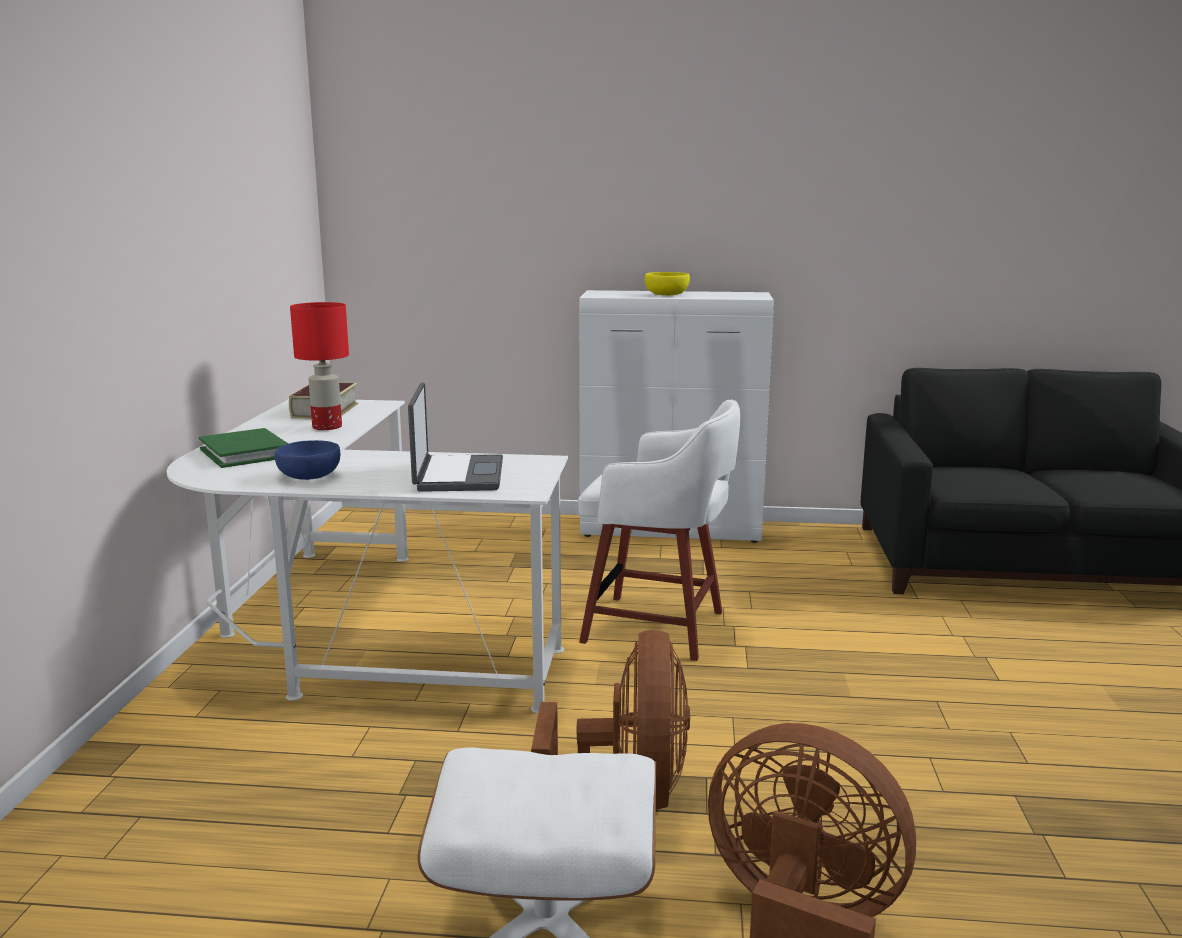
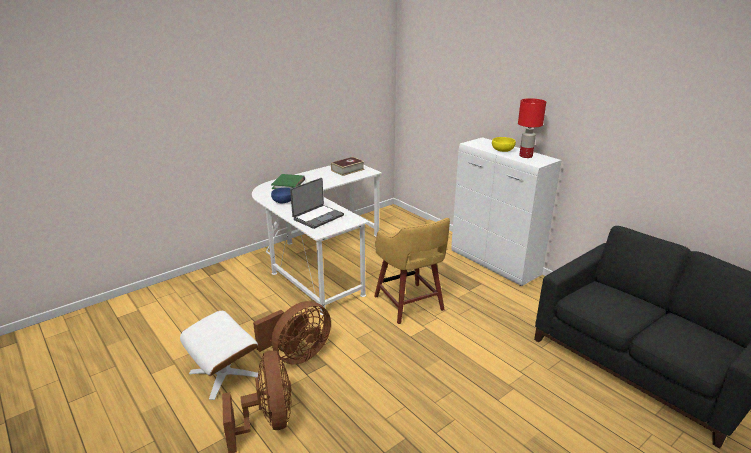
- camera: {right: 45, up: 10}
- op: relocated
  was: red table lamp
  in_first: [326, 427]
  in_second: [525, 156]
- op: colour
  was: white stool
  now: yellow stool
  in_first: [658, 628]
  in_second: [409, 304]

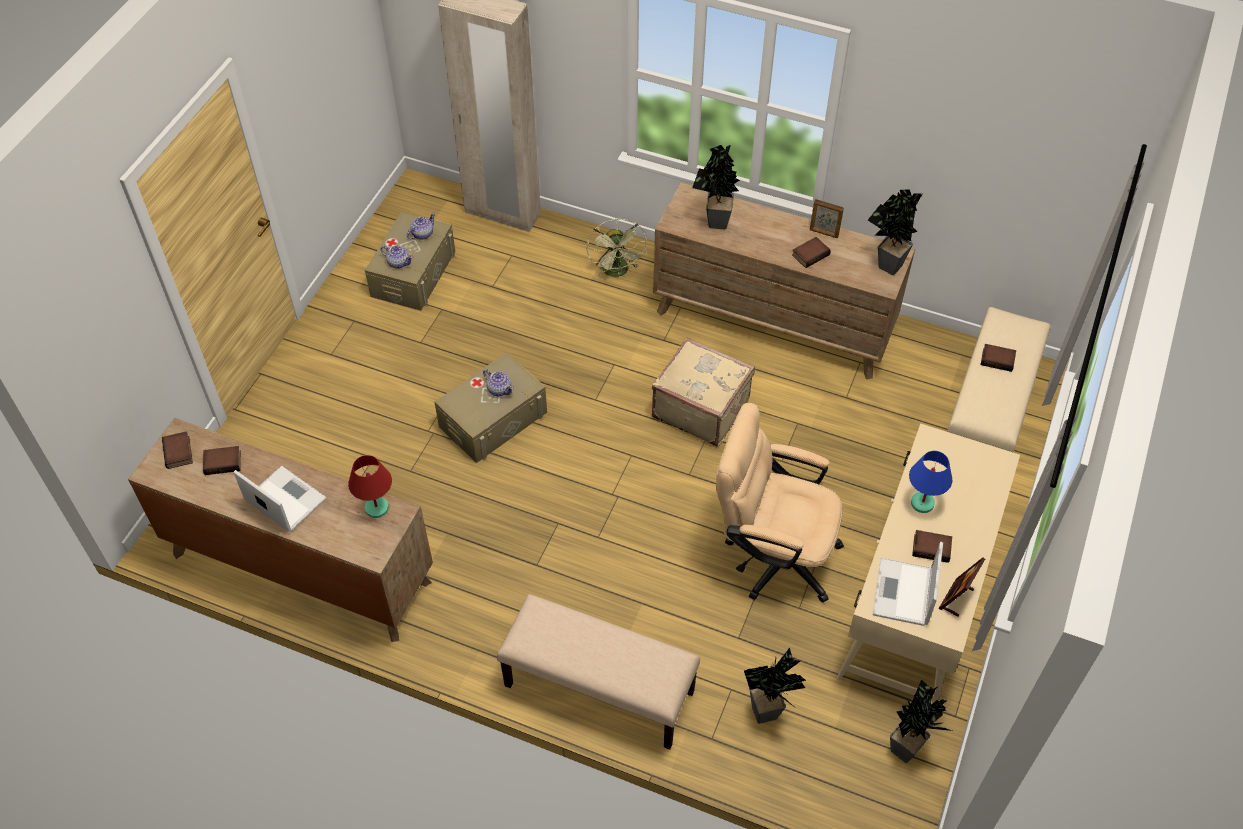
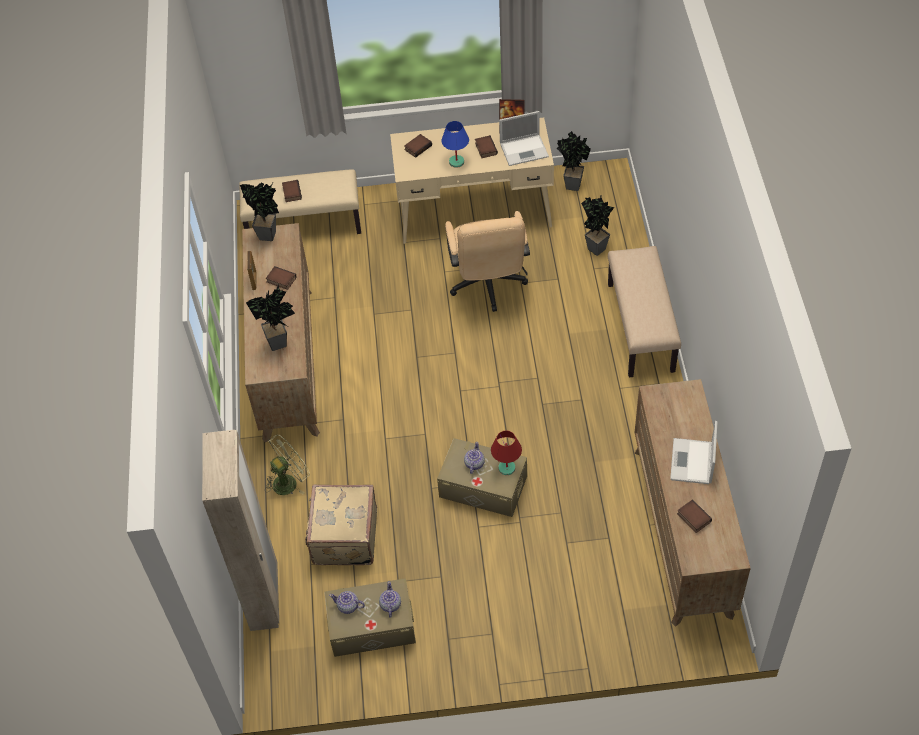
- camera: {right: -115, up: 0}
- op: relocated
  was: book
  in_first: [179, 452]
  in_second: [418, 147]
- op: relocated
  was: red table lamp
  in_first: [377, 507]
  in_second: [506, 468]
- op: relocated
  was: beige suitcase
  in_first: [701, 408]
  in_second: [343, 537]

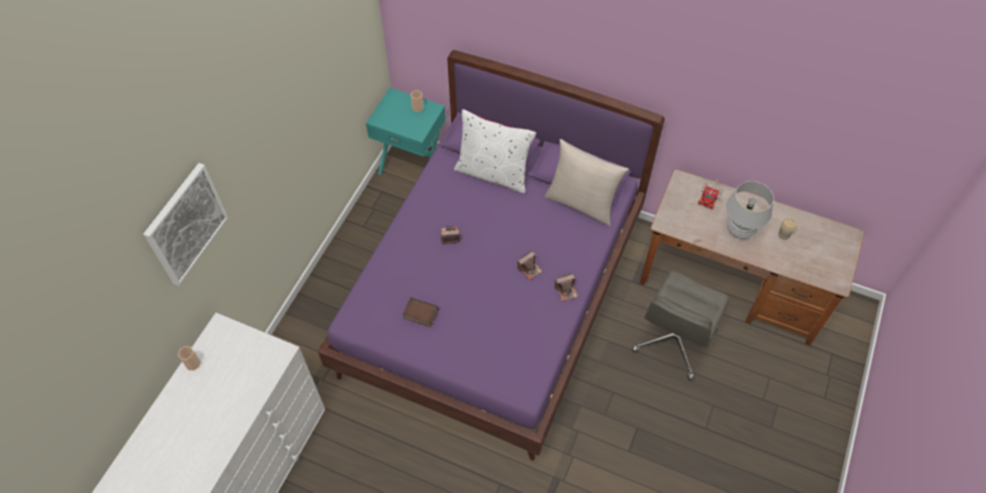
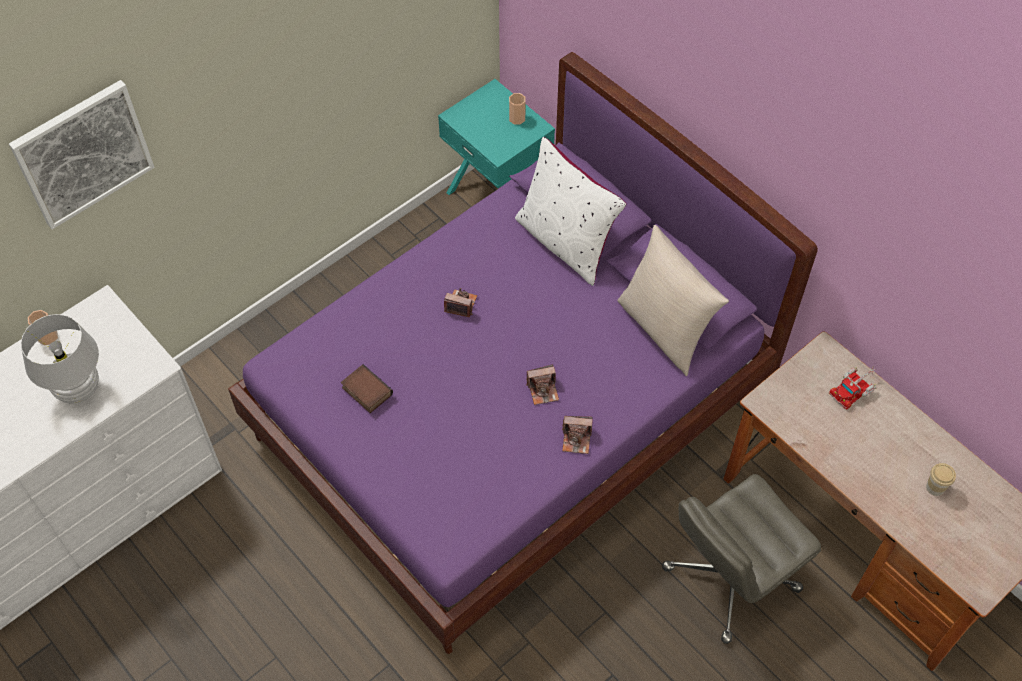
- camera: {right: 25, up: 0}
- op: relocated
  was: white table lamp
  in_first: [739, 230]
  in_second: [78, 389]

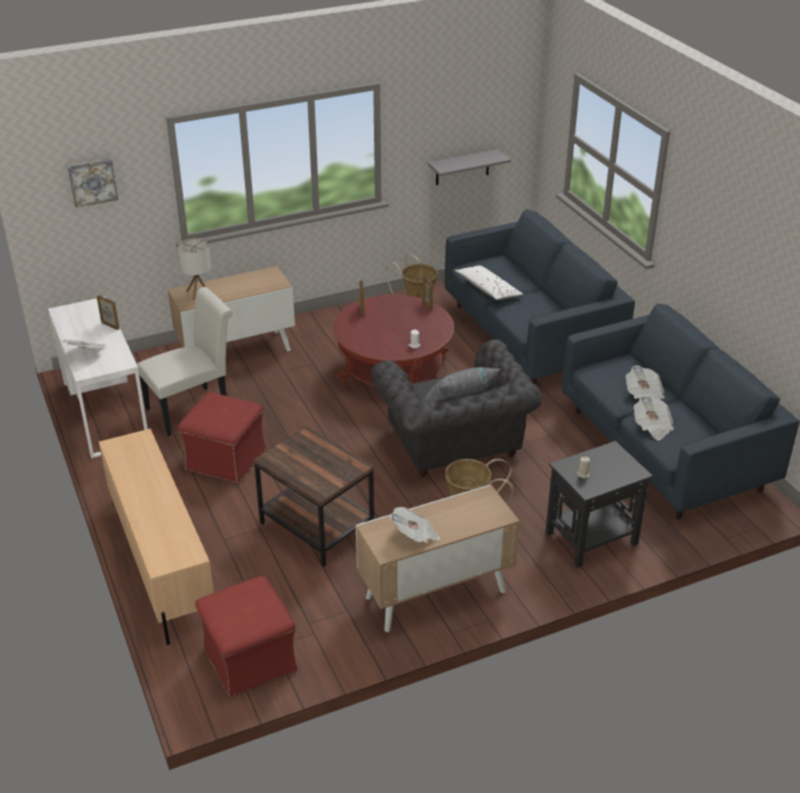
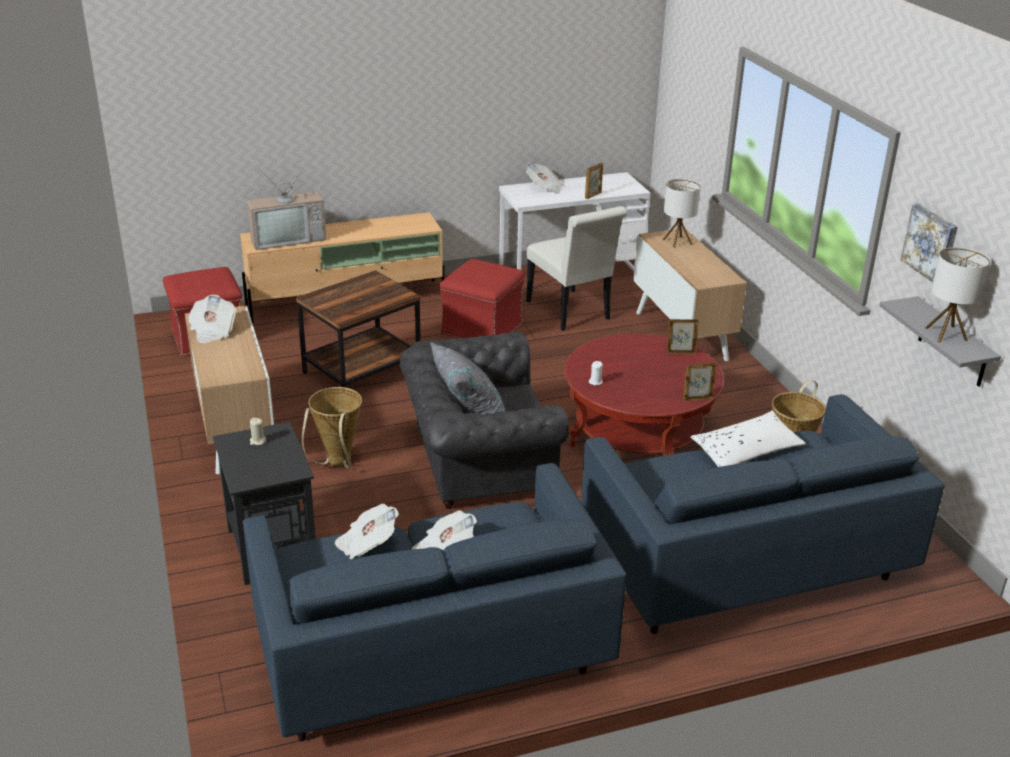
- camera: {right: 95, up: -5}
- op: relocated
  was: picture
  in_first: [92, 181]
  in_second: [931, 243]
- op: appeared
  now: television
  in_second: [288, 238]
- op: appeared
  now: table lamp
  in_second: [946, 334]

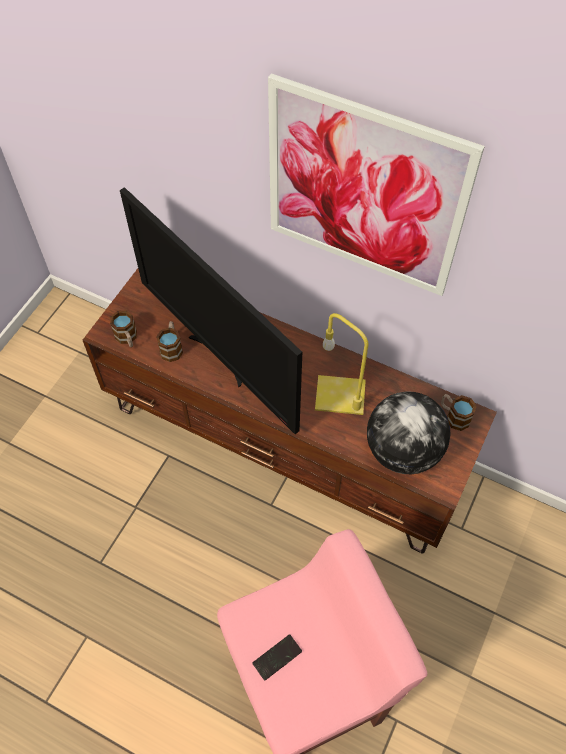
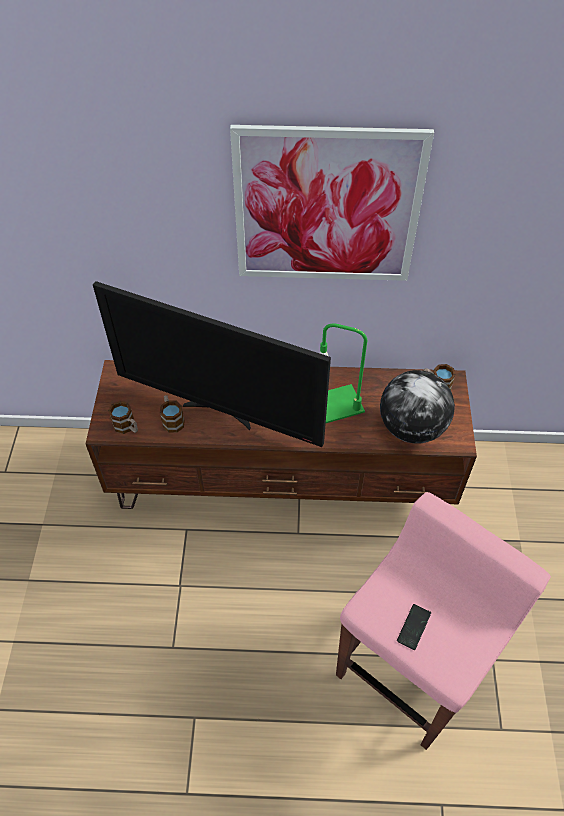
- camera: {right: -25, up: -5}
- op: colour
  was: yellow table lamp
  now: green table lamp
  in_first: [341, 395]
  in_second: [338, 403]

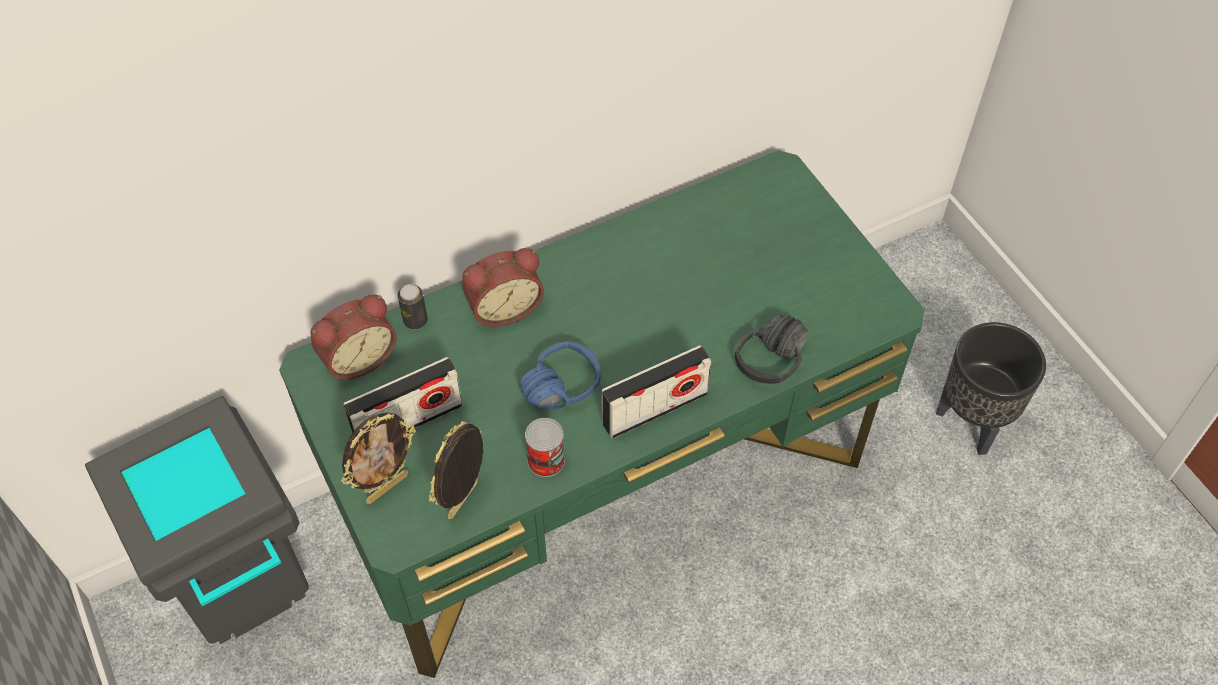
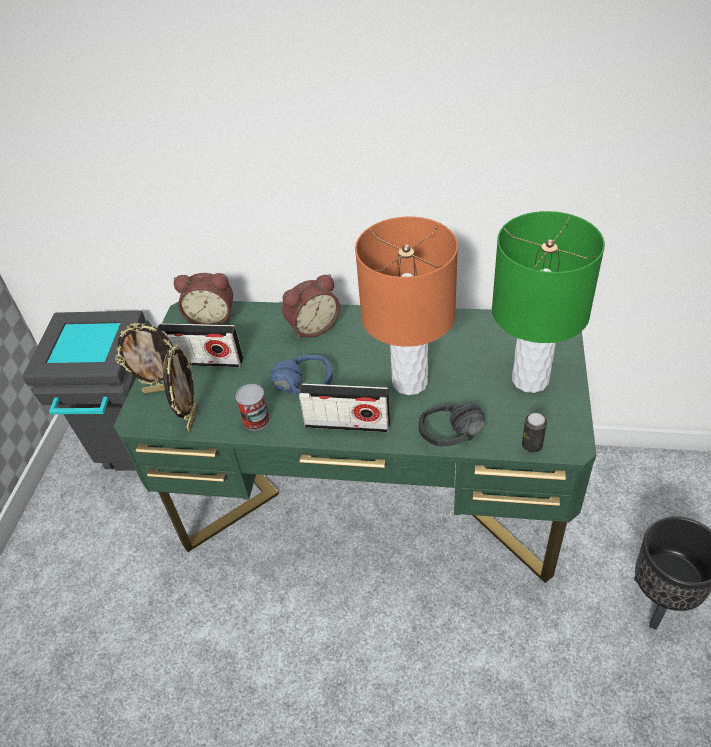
- camera: {right: 40, up: -10}
- op: relocated
  was: can
  in_first: [415, 320]
  in_second: [532, 445]
- op: spun
  was: picture frame
  in_first: [465, 501]
  in_second: [191, 418]
  clockwise: 120
- op: spun
  was: alarm clock
  in_first: [503, 307]
  in_second: [312, 326]
  clockwise: -45
- op: appeared
  now: orange table lamp
  in_second: [410, 382]
- op: appeared
  now: green table lamp
  in_second: [530, 379]

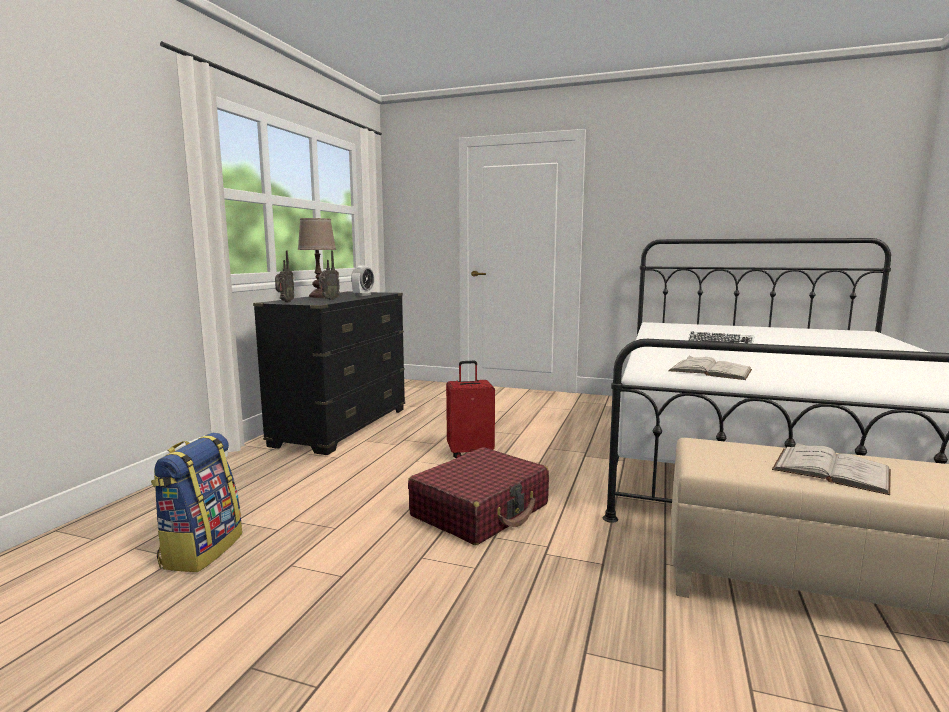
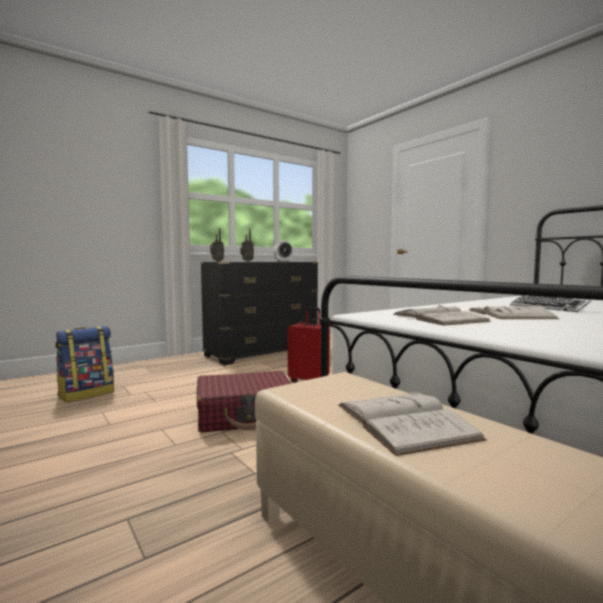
- camera: {right: 35, up: -5}
- op: missing
  was: brown table lamp
  in_first: [319, 296]
- op: appeared
  now: white book
  in_second: [509, 314]

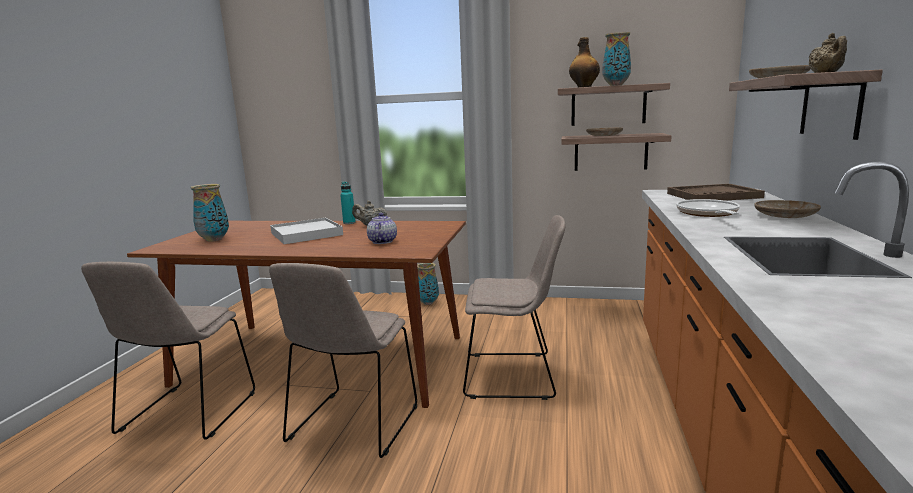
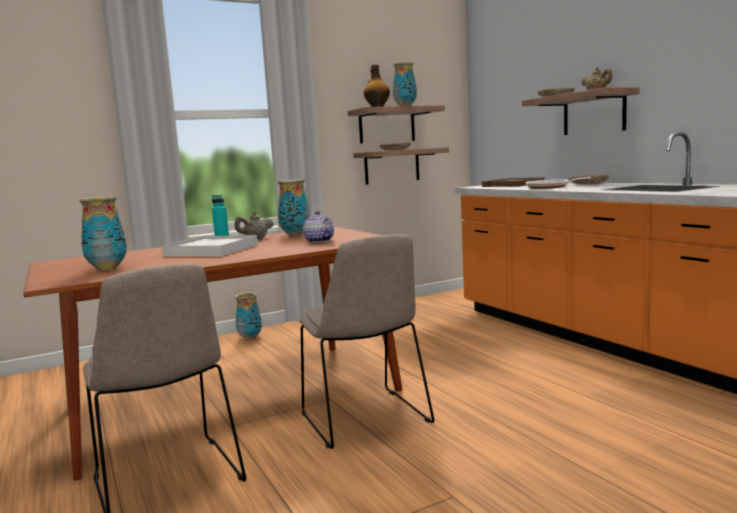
- camera: {right: -40, up: -5}
- op: missing
  was: beige chair
  in_first: [513, 375]
- op: appeared
  now: vase
  in_second: [295, 235]

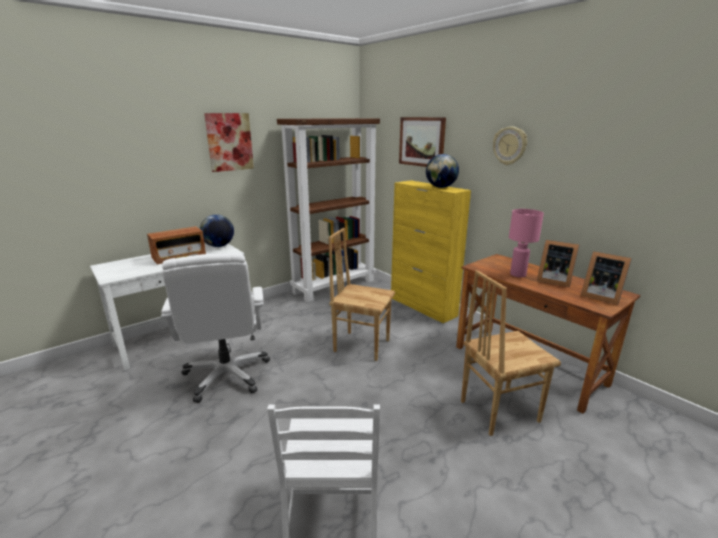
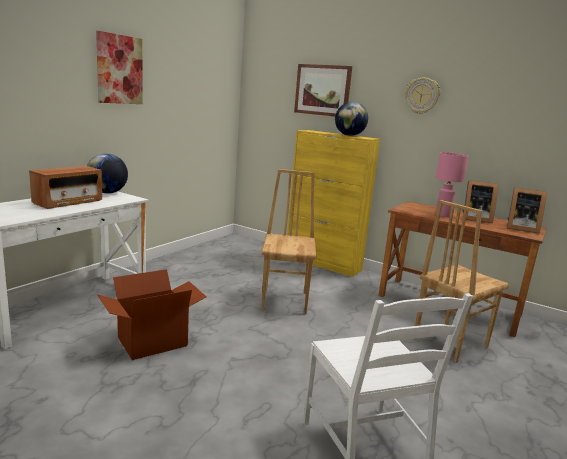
- camera: {right: -20, up: -5}
- op: exchanged
  was: white office chair
  now: cardboard box
  in_first: [227, 375]
  in_second: [152, 341]
- op: missing
  was: brown bookcase
  in_first: [334, 286]
- op: spun
  was: brown chair
  in_first: [361, 345]
  in_second: [285, 300]
  clockwise: 90

